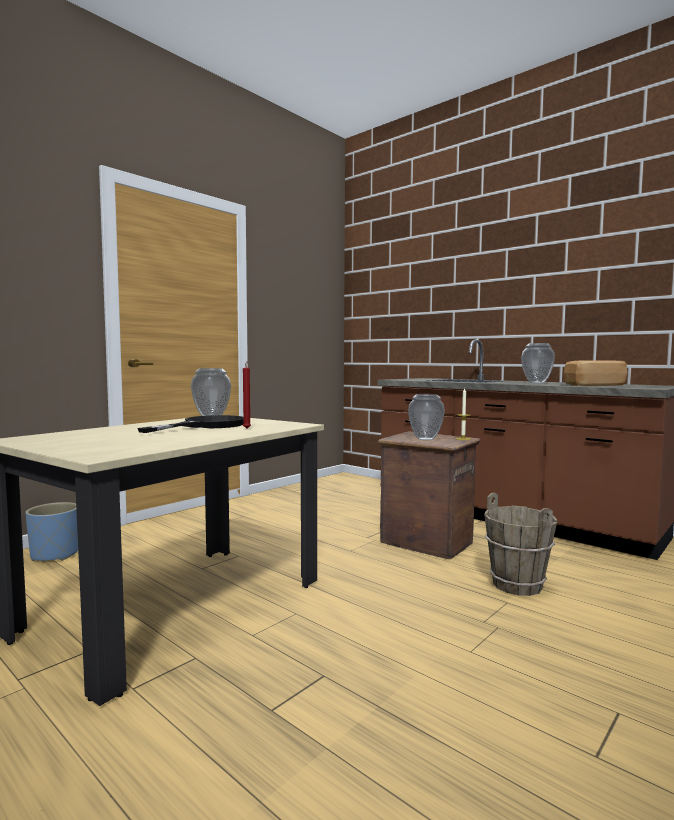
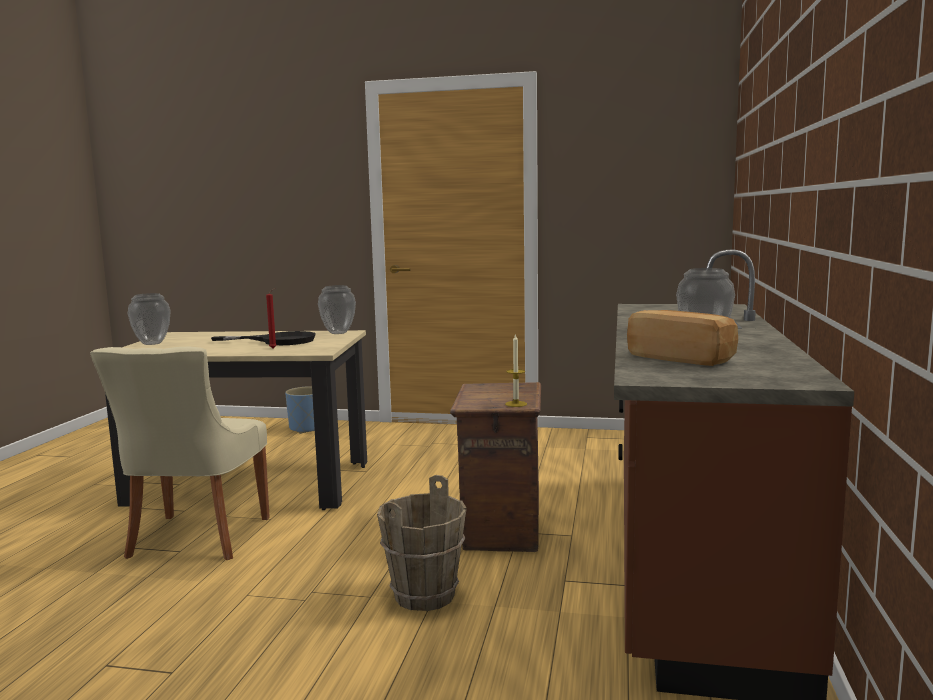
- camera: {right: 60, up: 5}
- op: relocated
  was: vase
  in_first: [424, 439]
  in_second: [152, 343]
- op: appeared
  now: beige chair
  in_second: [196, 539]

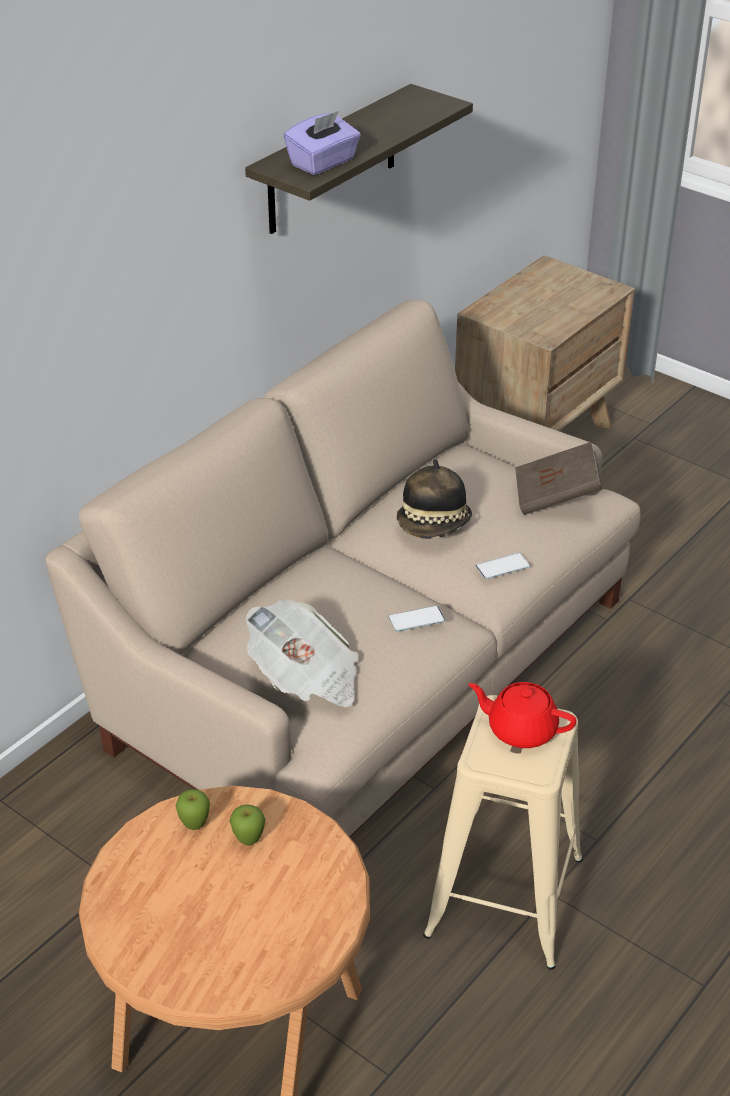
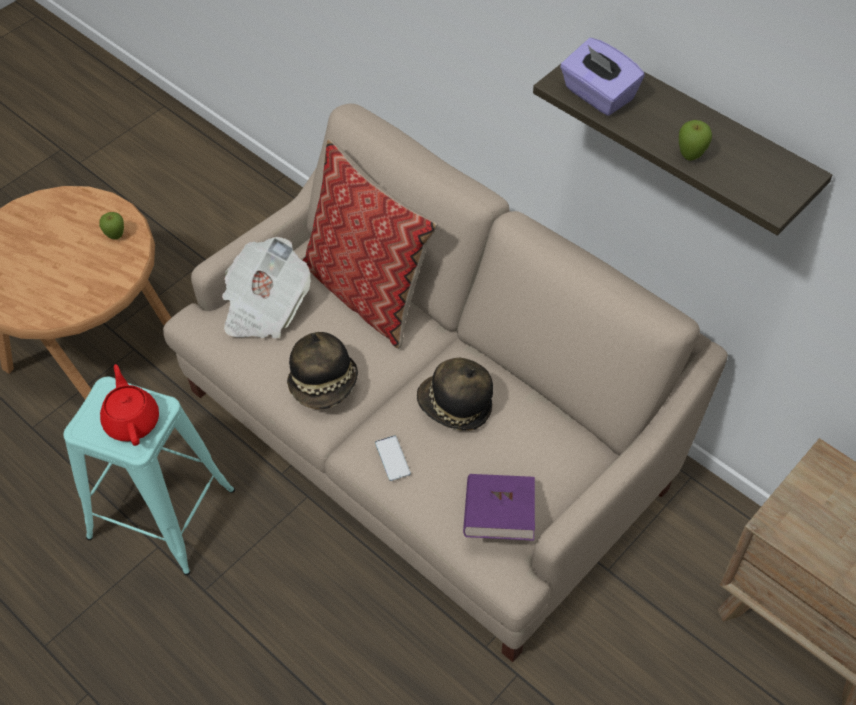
- camera: {right: 95, up: 15}
- op: relocated
  was: apple
  in_first: [248, 841]
  in_second: [690, 157]
- op: exchanged
  was: phone
  now: hat
  in_first: [416, 619]
  in_second: [324, 384]
- op: colour
  was: beige stool
  now: turquoise stool
  in_first: [504, 896]
  in_second: [161, 513]
- op: spun
  was: red teapot
  in_first: [521, 729]
  in_second: [132, 421]
  clockwise: -45
- op: colour
  was: brown book
  now: purple book
  in_first: [556, 496]
  in_second: [499, 517]
- op: appeared
  now: pillow
  in_second: [368, 292]

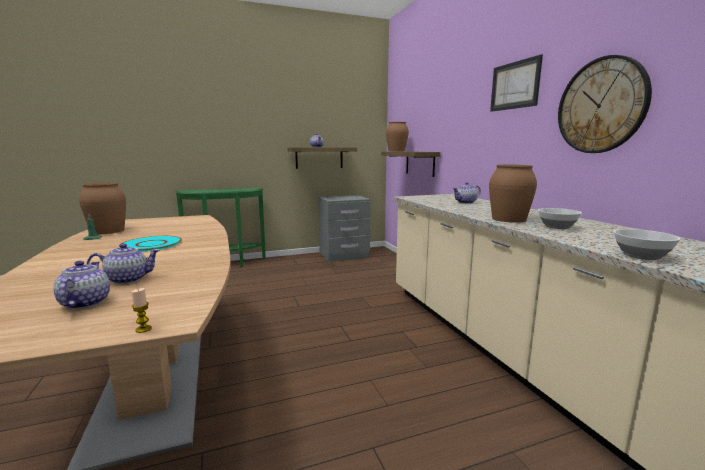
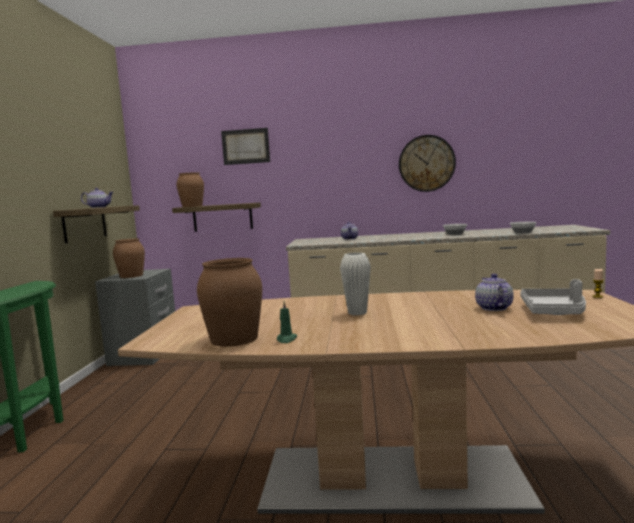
- camera: {right: -65, up: -5}
- op: exchanged
  was: teapot
  now: grey tray
  in_first: [85, 303]
  in_second: [554, 311]
- op: exchanged
  was: turquoise plate
  now: white vase
  in_first: [152, 244]
  in_second: [357, 313]
- op: relocated
  was: brown vase
  in_first: [509, 219]
  in_second: [131, 276]
- op: relocated
  was: picture
  in_first: [515, 85]
  in_second: [245, 146]

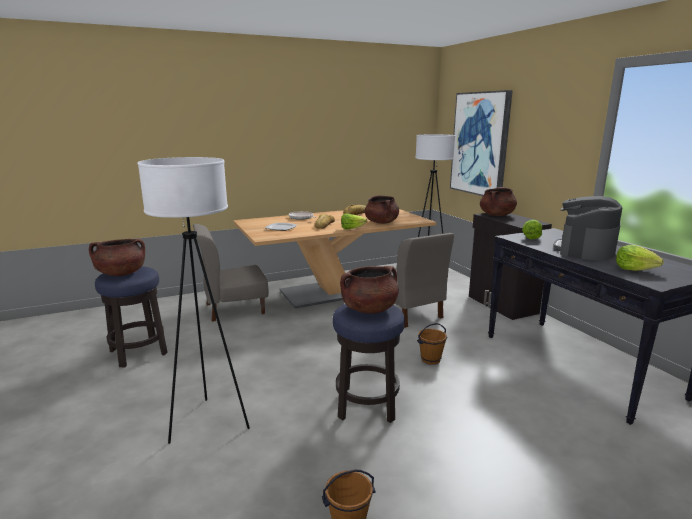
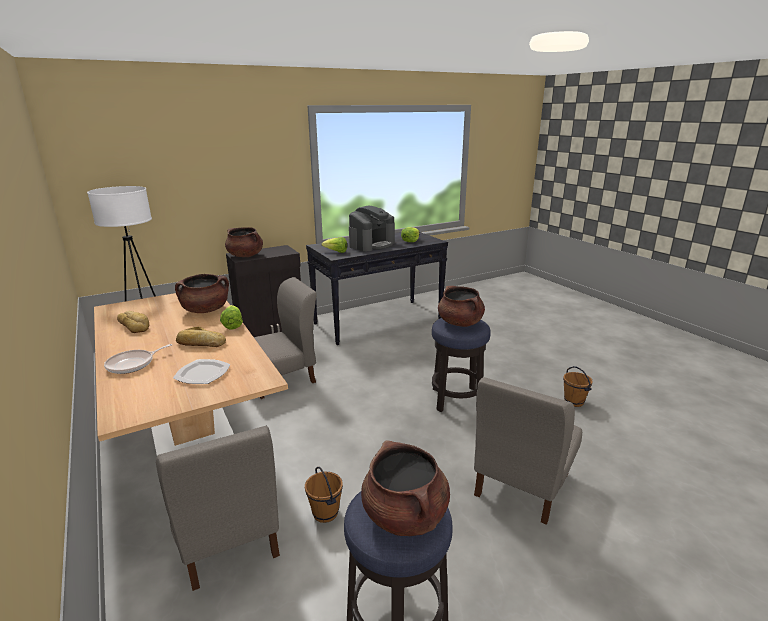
- camera: {right: -95, up: 5}
- op: exchanged
  was: white floor lamp
  now: grey chair
  in_first: [209, 423]
  in_second: [521, 484]
- op: relocated
  was: brown bucket
  in_first: [430, 359]
  in_second: [325, 513]
- op: missing
  was: picture
  in_first: [480, 144]
- op: spun
  was: coffee machine
  in_first: [584, 250]
  in_second: [372, 244]
  clockwise: -75

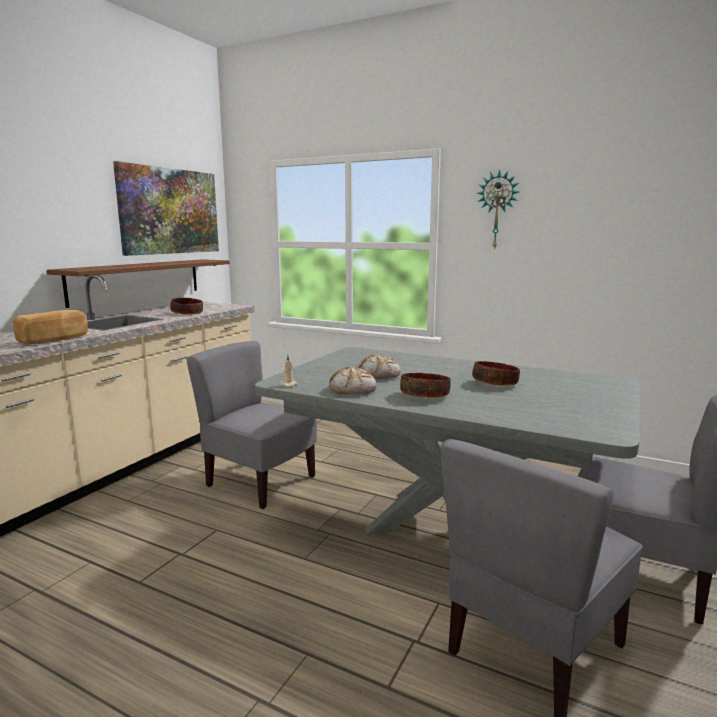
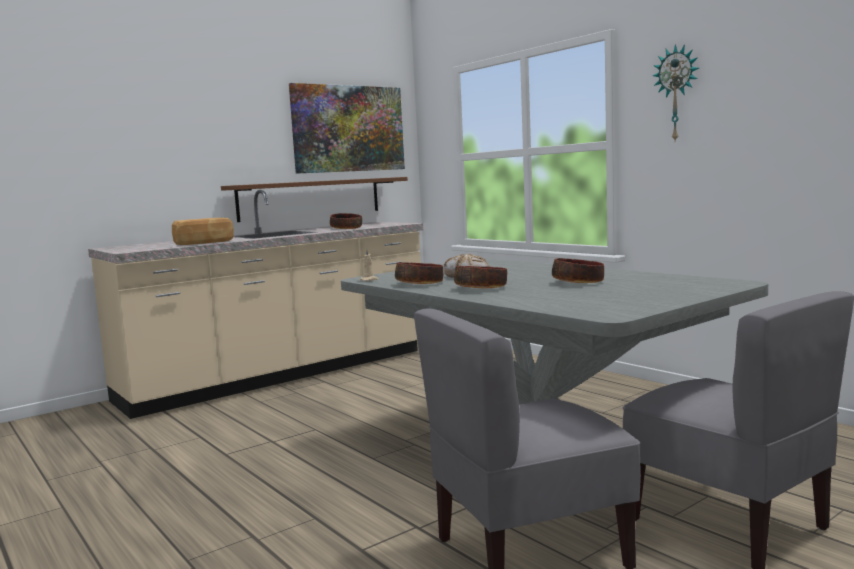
- camera: {right: 25, up: -5}
- op: missing
  was: grey chair
  in_first: [259, 482]
- op: exchanged
  was: bread
  now: bowl
  in_first: [353, 390]
  in_second: [420, 283]

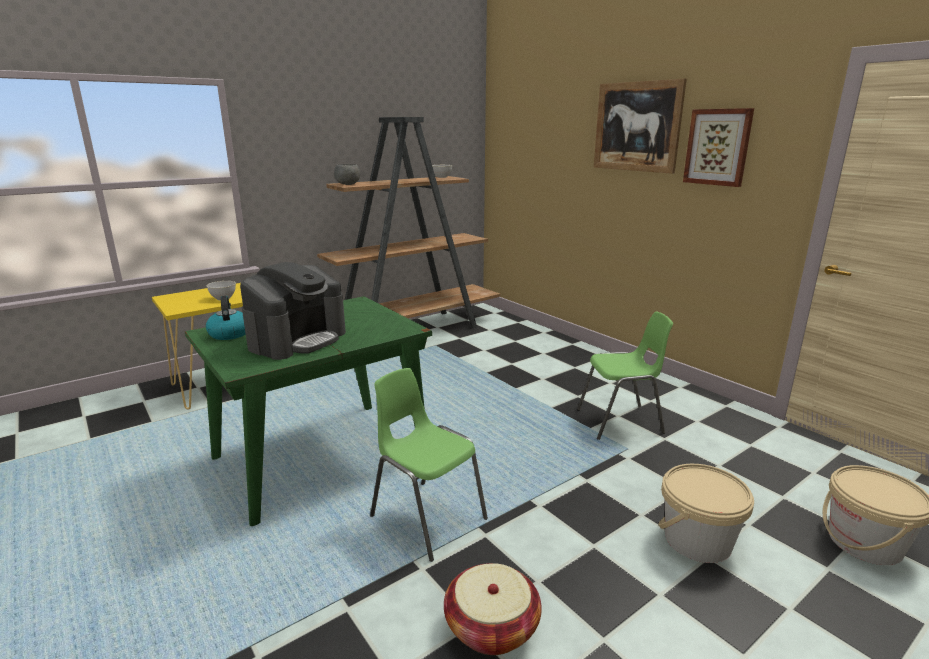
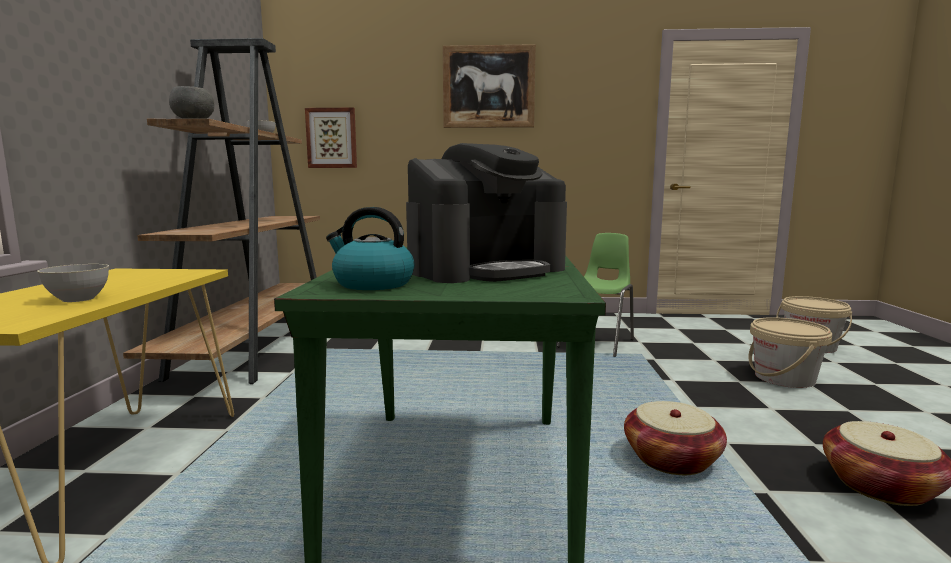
- camera: {right: -50, up: -10}
- op: spun
  was: coffee machine
  in_first: [298, 339]
  in_second: [486, 270]
  clockwise: 75
- op: exchanged
  was: green chair
  now: basket
  in_first: [427, 517]
  in_second: [671, 459]
- op: relocated
  was: picture
  in_first: [718, 147]
  in_second: [331, 138]

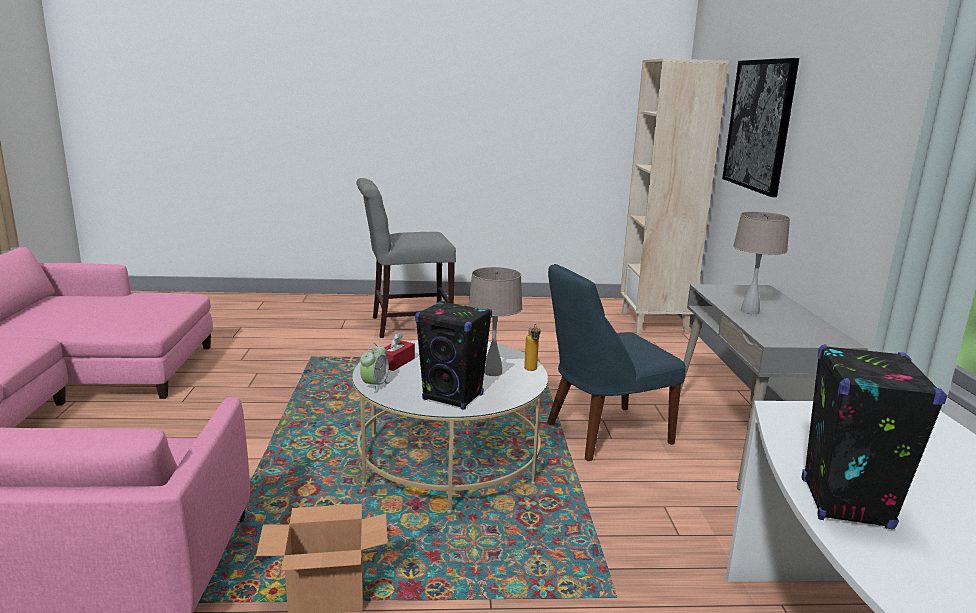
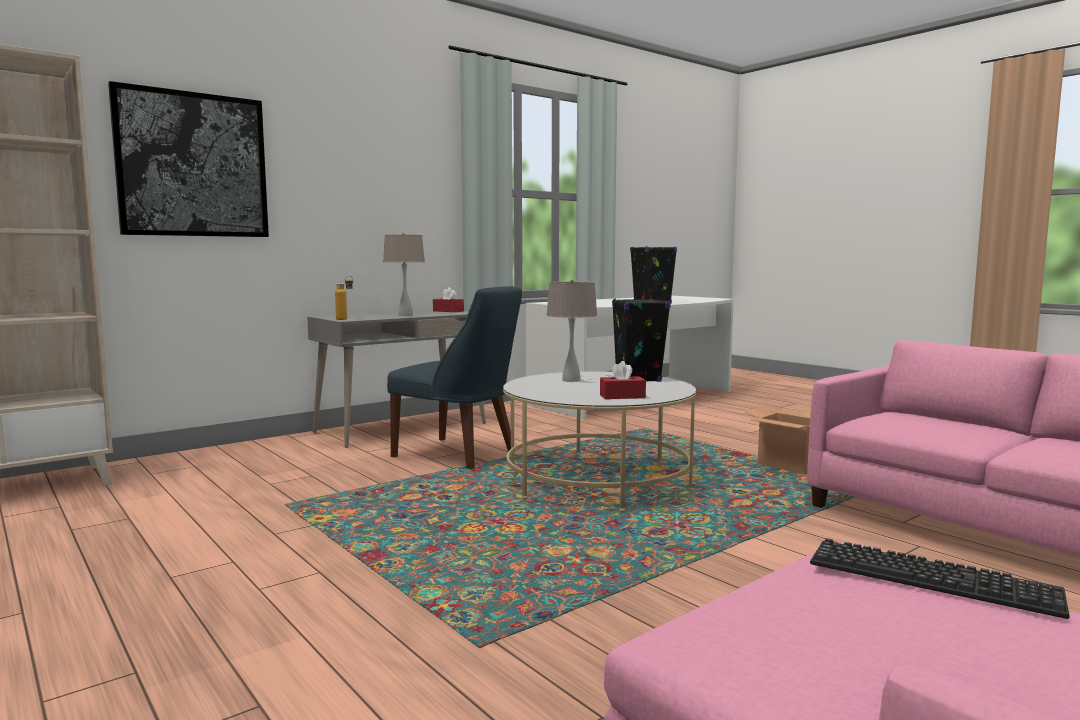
- camera: {right: -125, up: -10}
- op: missing
  was: grey chair
  in_first: [406, 325]
- op: missing
  was: alarm clock
  in_first: [375, 386]
- op: relocated
  was: bottle
  in_first: [531, 370]
  in_second: [345, 319]
- op: appeared
  now: red tissue box
  in_second: [448, 311]
- op: appeared
  now: keyboard
  in_second: [931, 578]

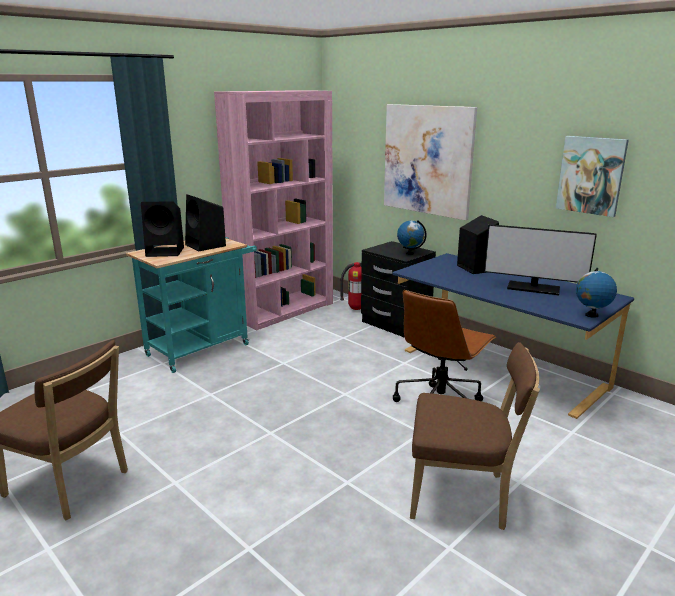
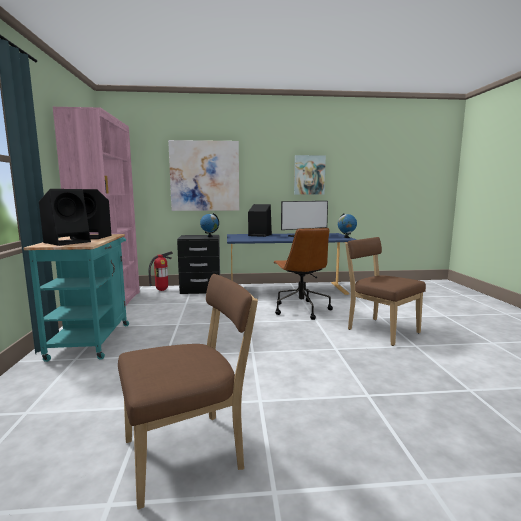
- camera: {right: -50, up: -10}
- op: spun
  was: brown chair
  in_first: [463, 497]
  in_second: [380, 330]
  clockwise: -90

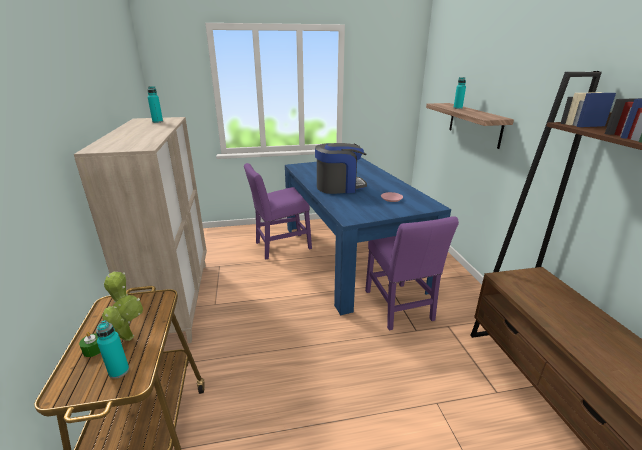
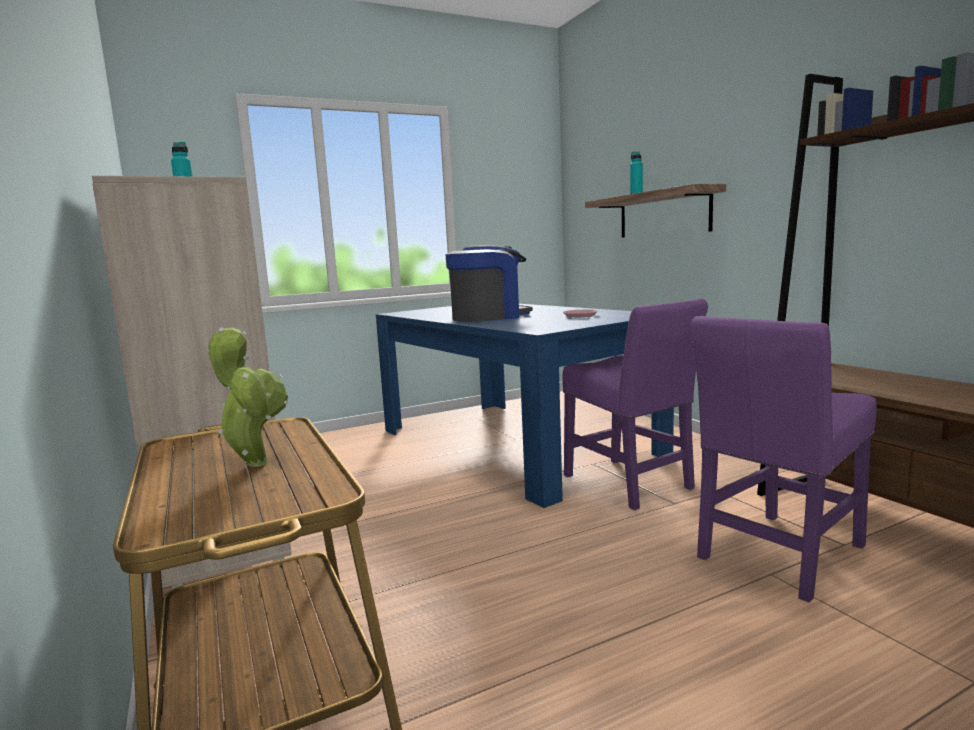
- camera: {right: -15, up: -15}
- op: missing
  was: green candle
  in_first: [93, 349]
- op: missing
  was: turquoise bottle
  in_first: [119, 371]
- op: relocated
  was: purple chair
  in_first: [280, 246]
  in_second: [778, 556]

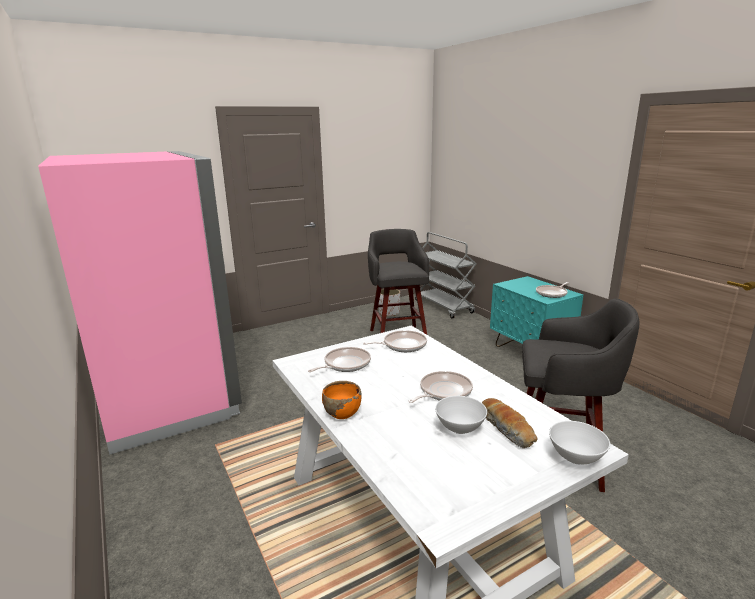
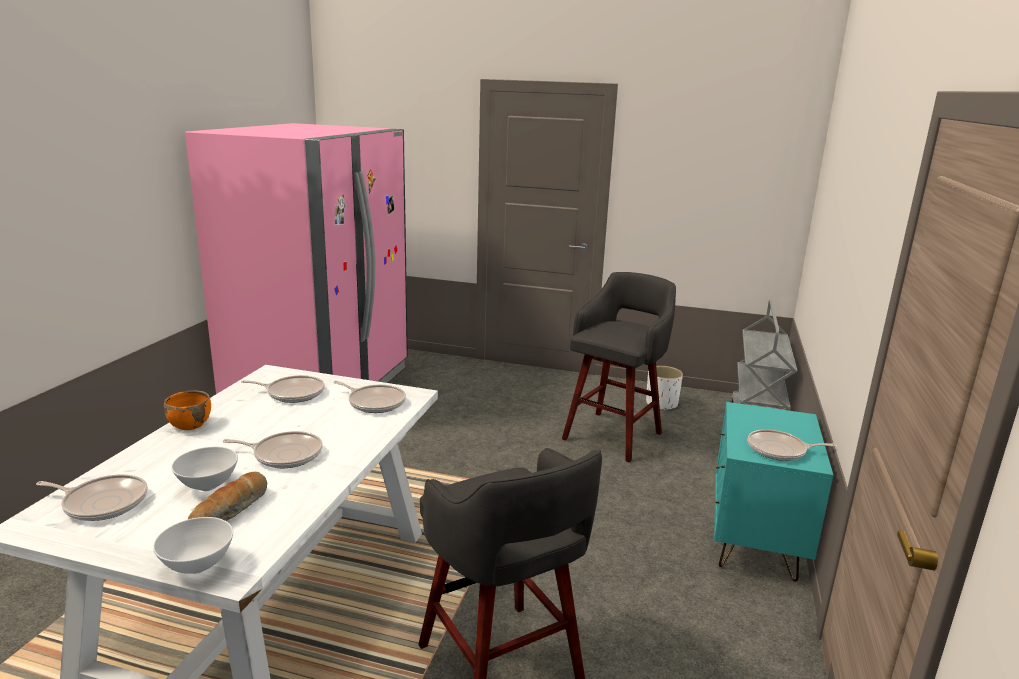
- camera: {right: 45, up: 0}
- op: appeared
  now: frying pan
  in_second: [102, 503]

